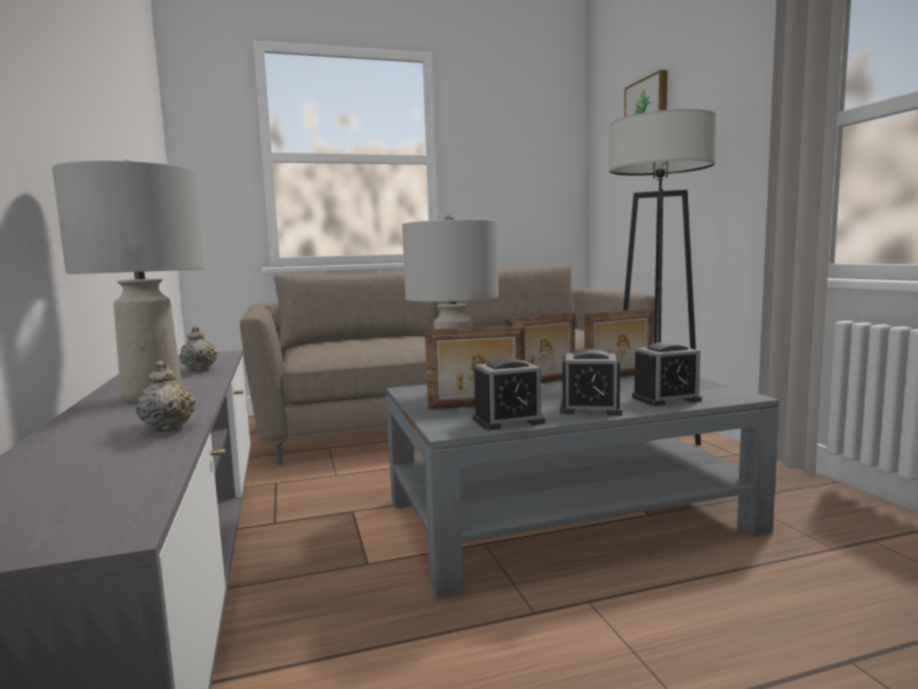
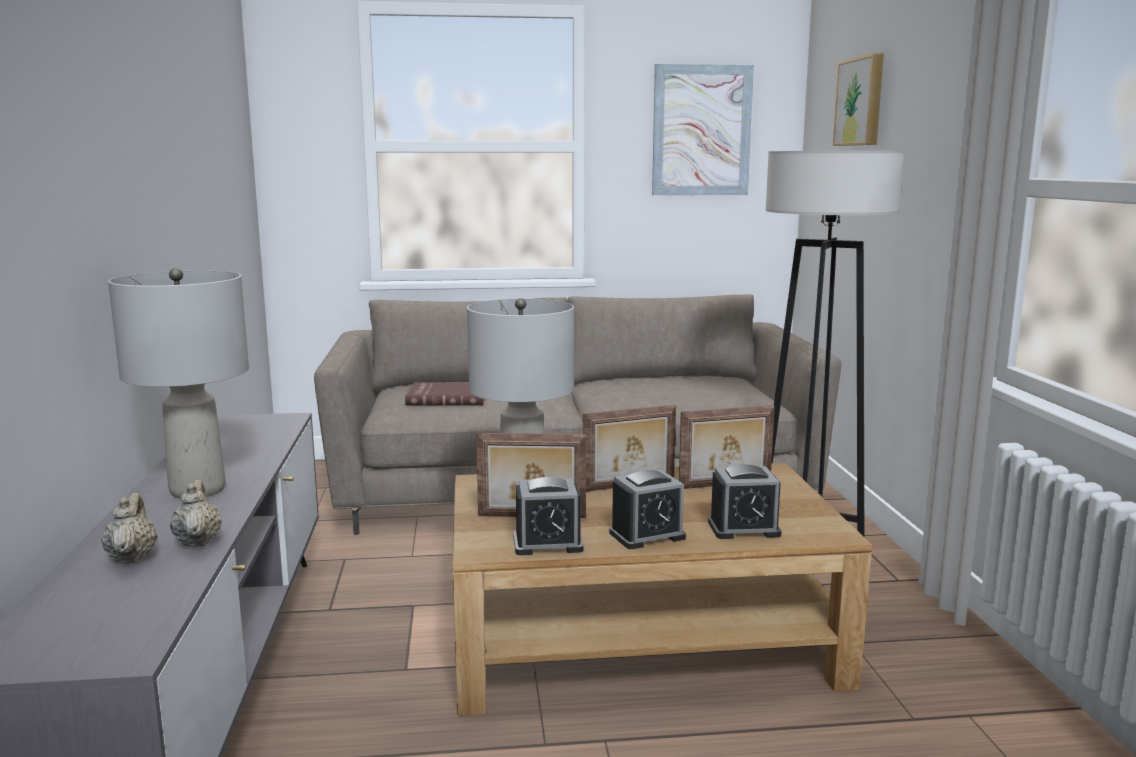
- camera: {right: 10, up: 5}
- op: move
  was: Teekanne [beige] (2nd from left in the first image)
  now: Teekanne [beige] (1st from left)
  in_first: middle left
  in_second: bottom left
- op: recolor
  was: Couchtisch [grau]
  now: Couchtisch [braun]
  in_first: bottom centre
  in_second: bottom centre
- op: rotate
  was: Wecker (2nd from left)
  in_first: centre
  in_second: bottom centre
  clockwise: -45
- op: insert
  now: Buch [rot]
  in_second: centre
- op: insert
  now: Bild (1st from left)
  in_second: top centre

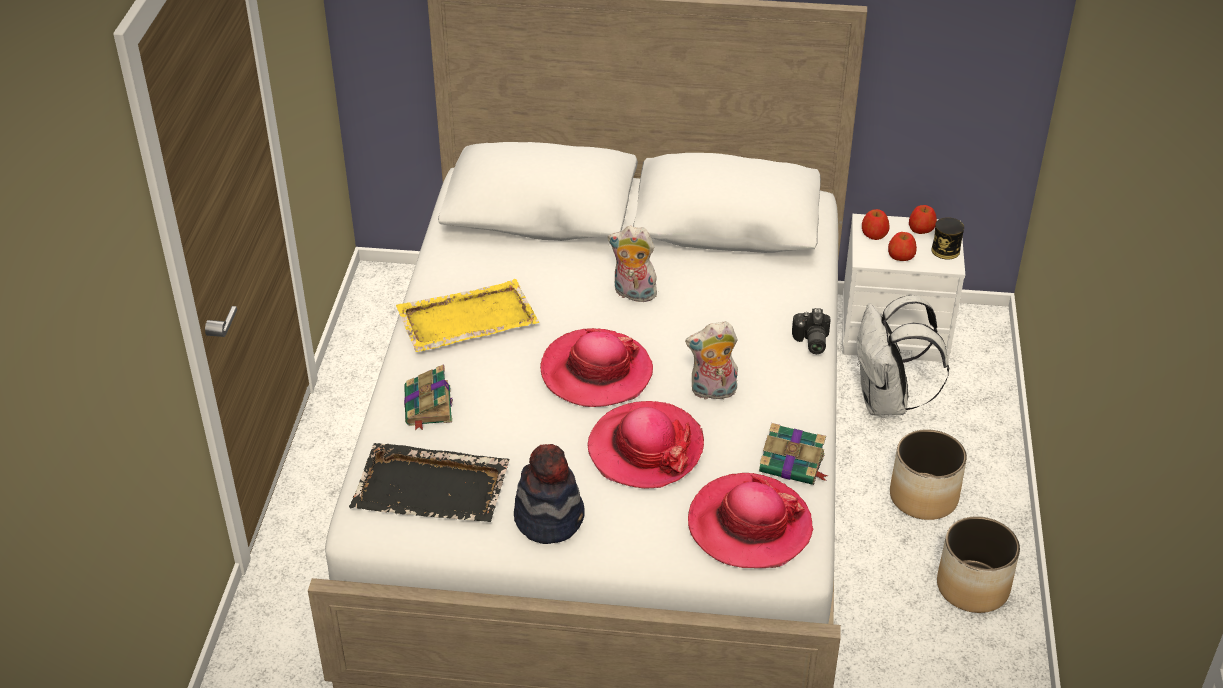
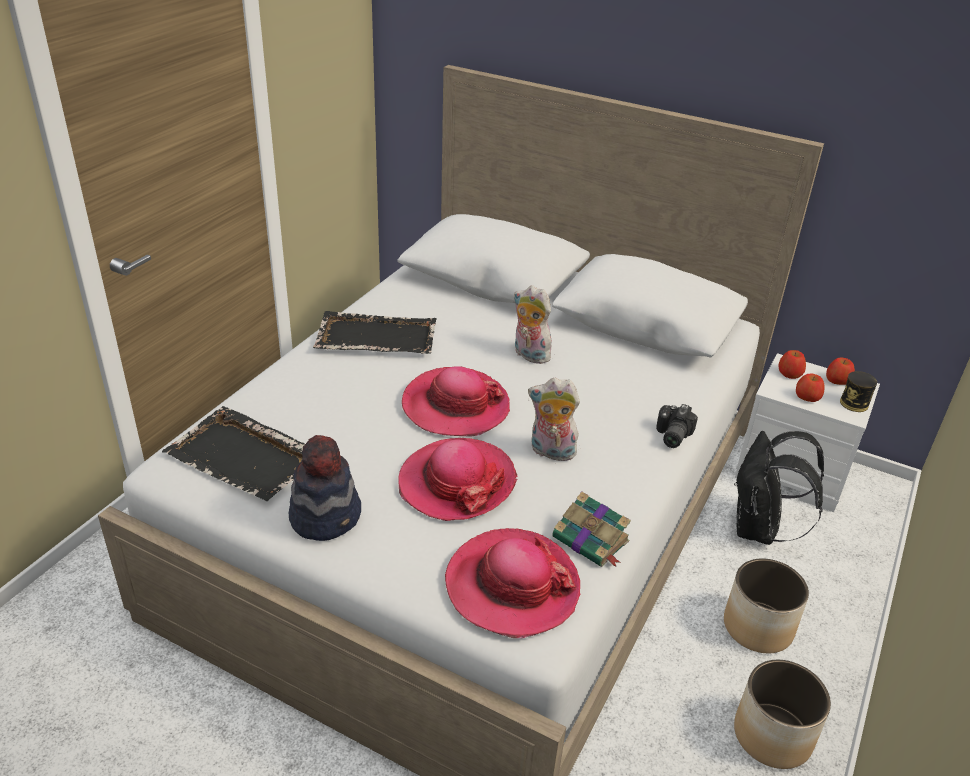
- camera: {right: 20, up: -5}
- op: recolor
  was: Tablett [gelb]
  now: Tablett [schwarz] (2nd from left)
  in_first: centre
  in_second: centre
- op: delete
  was: Buch (1st from left)
  in_first: centre
- op: recolor
  was: Rucksack [weiß]
  now: Rucksack [schwarz]
  in_first: middle right
  in_second: middle right

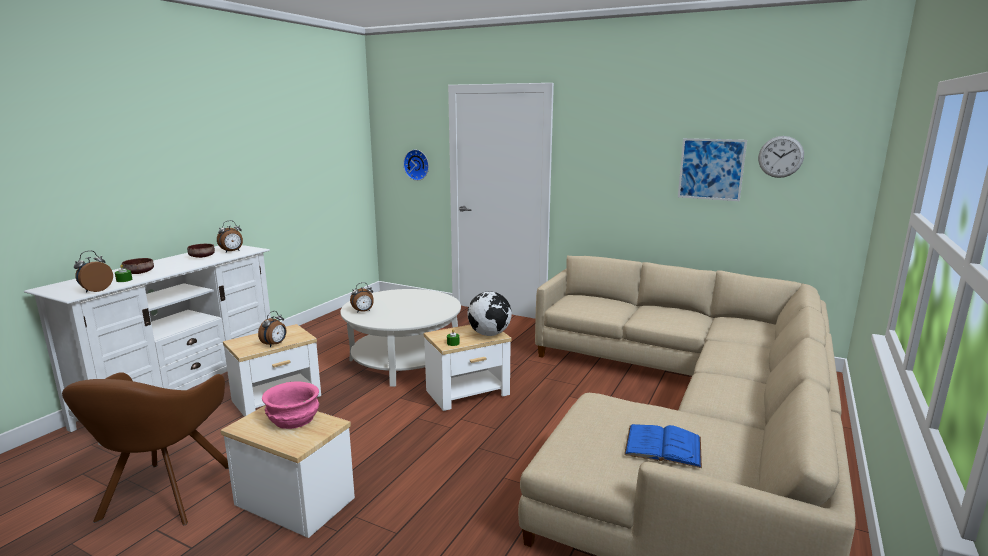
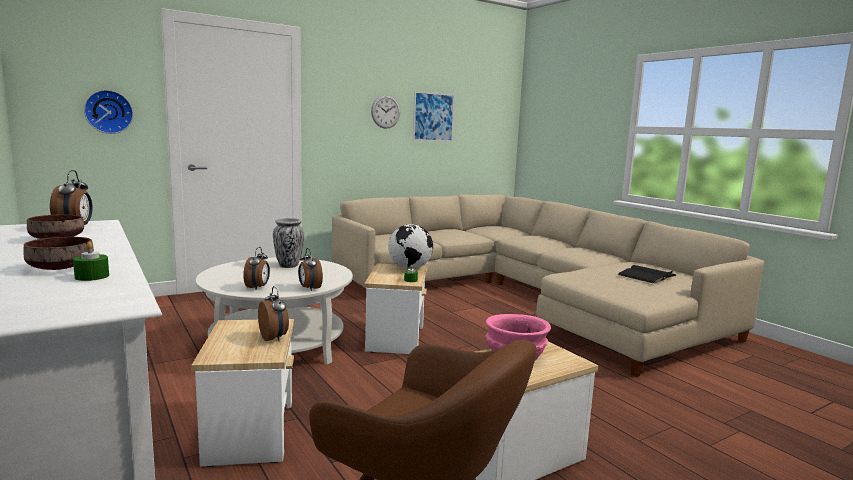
- camera: {right: -60, up: -5}
- op: move
  was: Wecker (1st from left in the first image)
  now: Wecker (4th from left)
  in_first: middle left
  in_second: centre
- op: recolor
  was: Buch [blau]
  now: Buch [schwarz]
  in_first: bottom right
  in_second: middle right
- op: move
  was: Wanduhr (2nd from left)
  in_first: top right
  in_second: top centre
- op: insert
  now: Vase
  in_second: centre

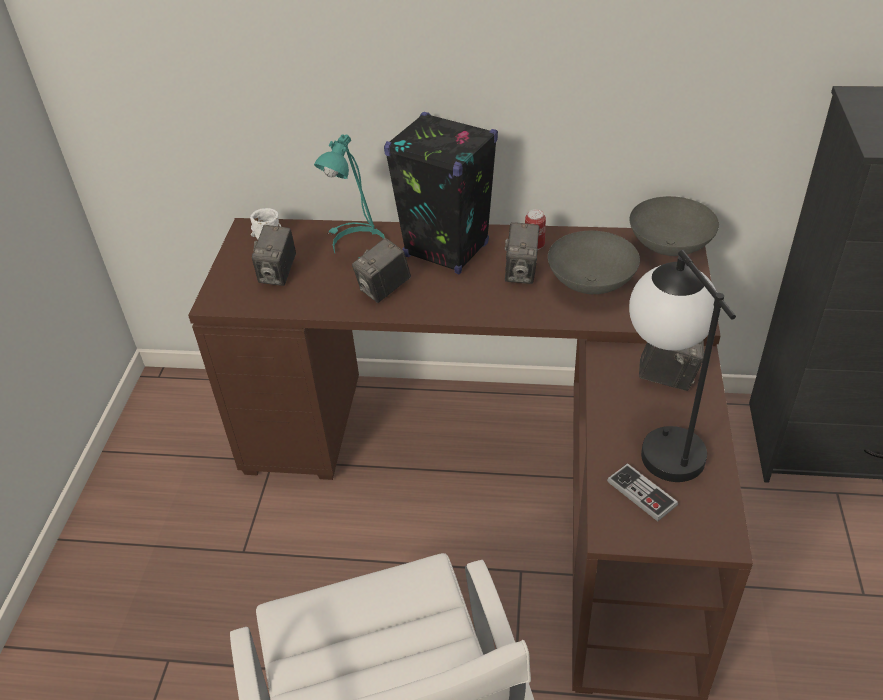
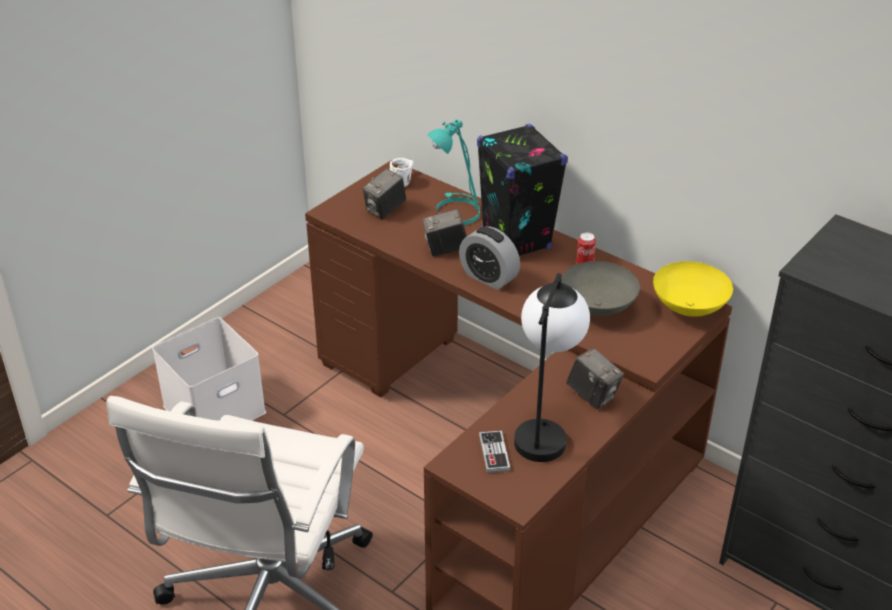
- camera: {right: 30, up: -5}
- op: delete
  was: Kamera (3rd from left)
  in_first: centre
- op: recolor
  was: Schüssel [grau] (2nd from left)
  now: Schüssel [gelb]
  in_first: top right
  in_second: middle right
- op: insert
  now: Aufbewahrungsbox [weiß]
  in_second: middle left
- op: insert
  now: Wecker
  in_second: centre

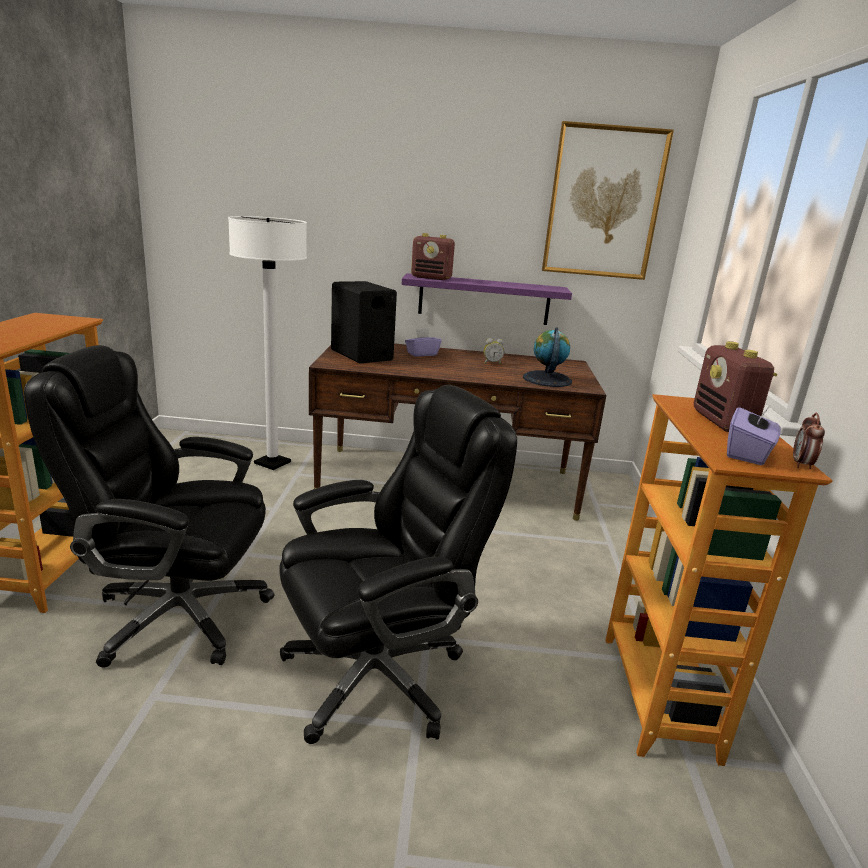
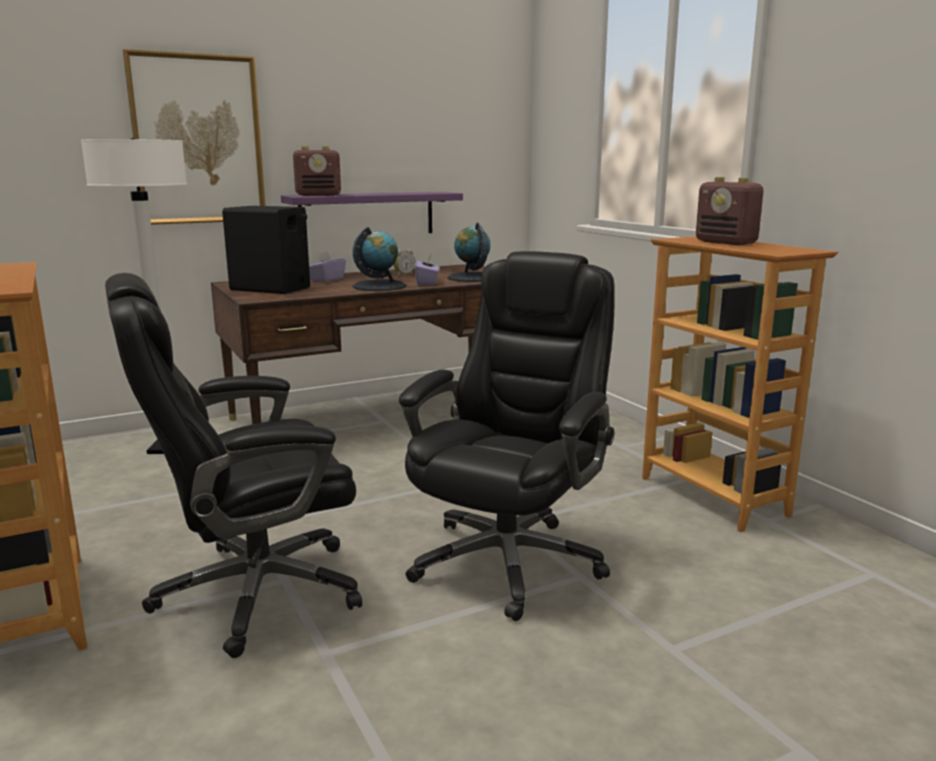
- camera: {right: -30, up: -5}
- op: move
  was: Bild
  in_first: top right
  in_second: top left
- op: move
  was: Taschentuchbox [lila] (2nd from left)
  in_first: middle right
  in_second: centre
- op: delete
  was: Wecker (2nd from left)
  in_first: middle right
- op: insert
  now: Globus (1st from left)
  in_second: centre

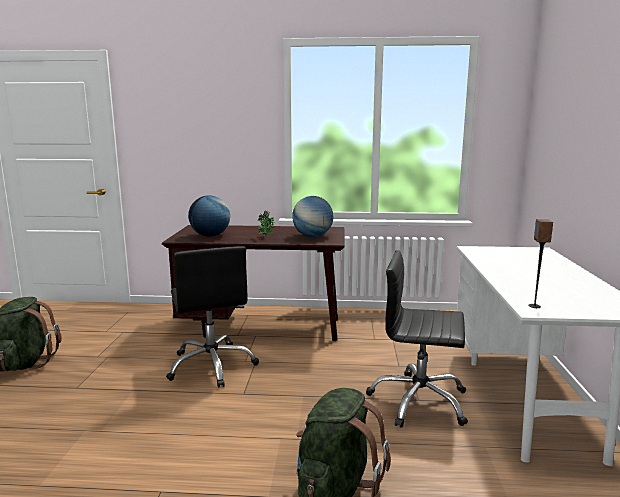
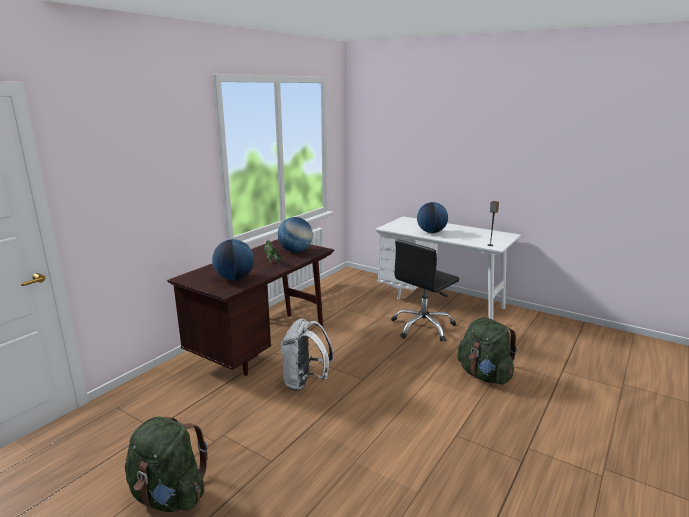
- camera: {right: -60, up: 5}
- op: replace
  was: Bürostuhl [schwarz] (1st from left)
  now: Rucksack [weiß]
  in_first: centre
  in_second: bottom centre
- op: insert
  now: Globus (3rd from left)
  in_second: centre

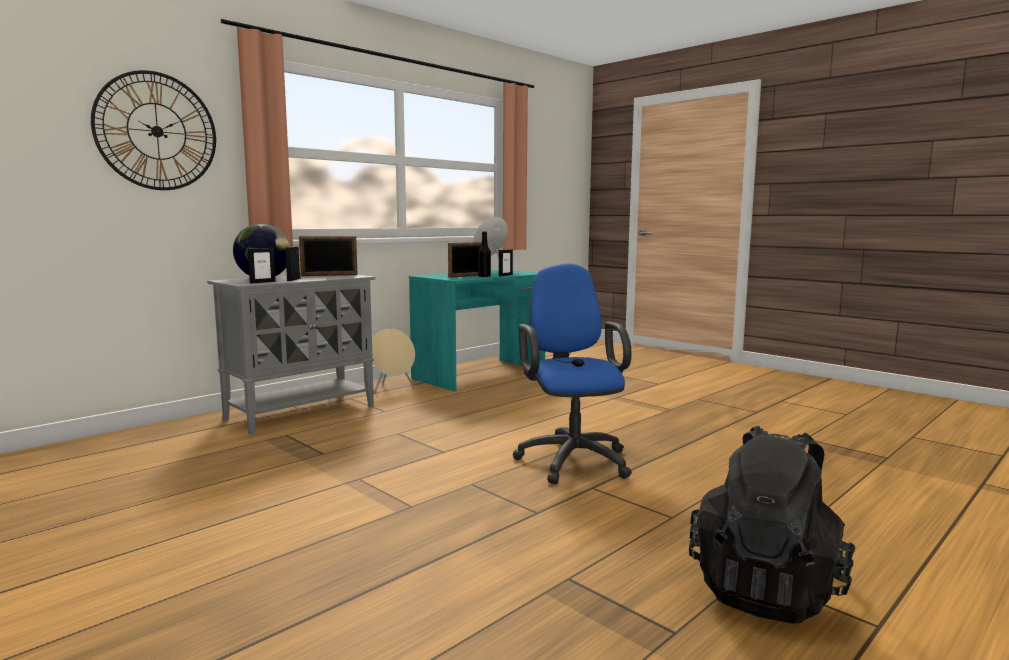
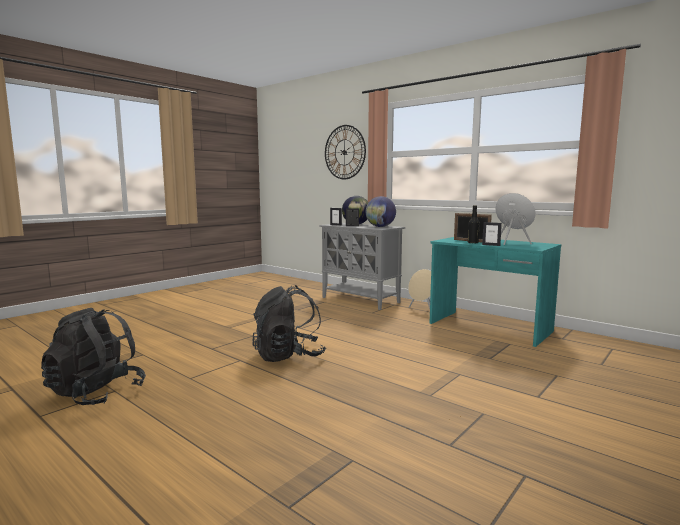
- camera: {right: 85, up: 0}
- op: replace
  was: Bilderrahmen (3rd from left)
  now: Globus (2nd from left)
  in_first: middle left
  in_second: centre
- op: replace
  was: Bürostuhl [blau]
  now: Rucksack [schwarz] (2nd from left)
  in_first: centre
  in_second: centre

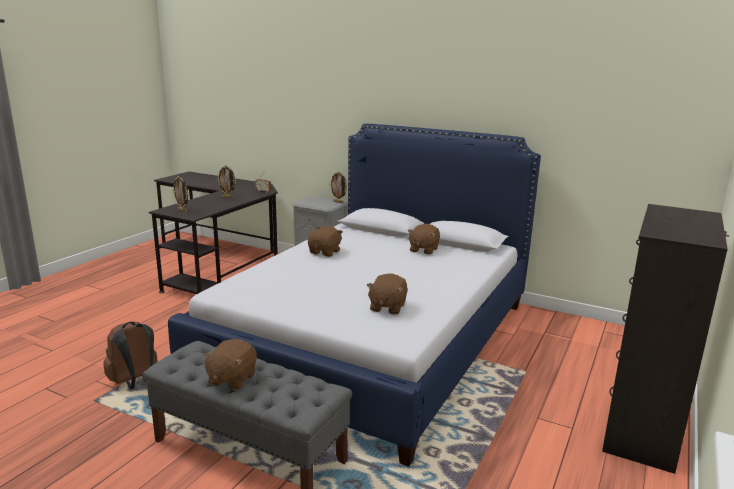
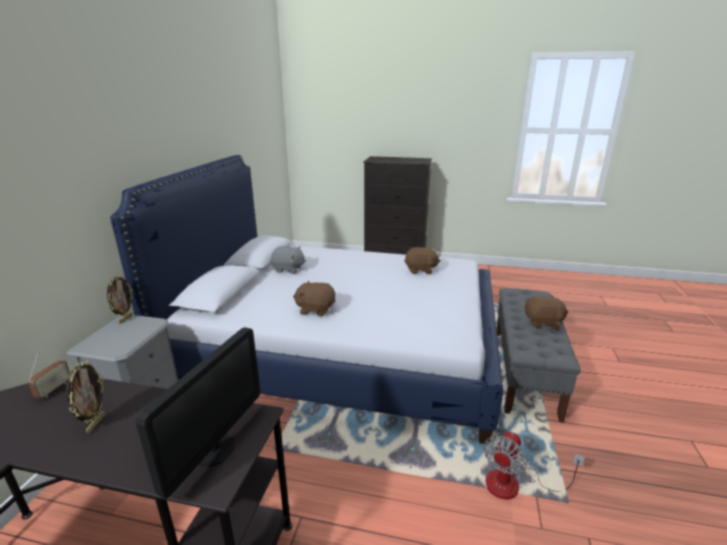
- camera: {right: -105, up: 5}
- op: replace
  was: Rucksack [braun]
  now: Ventilator
  in_first: bottom left
  in_second: bottom right
- op: replace
  was: Bilderrahmen (1st from left)
  now: Monitor
  in_first: middle left
  in_second: bottom left
- op: recolor
  was: Plüschtier [braun] (4th from left)
  now: Plüschtier [grau]
  in_first: centre
  in_second: centre

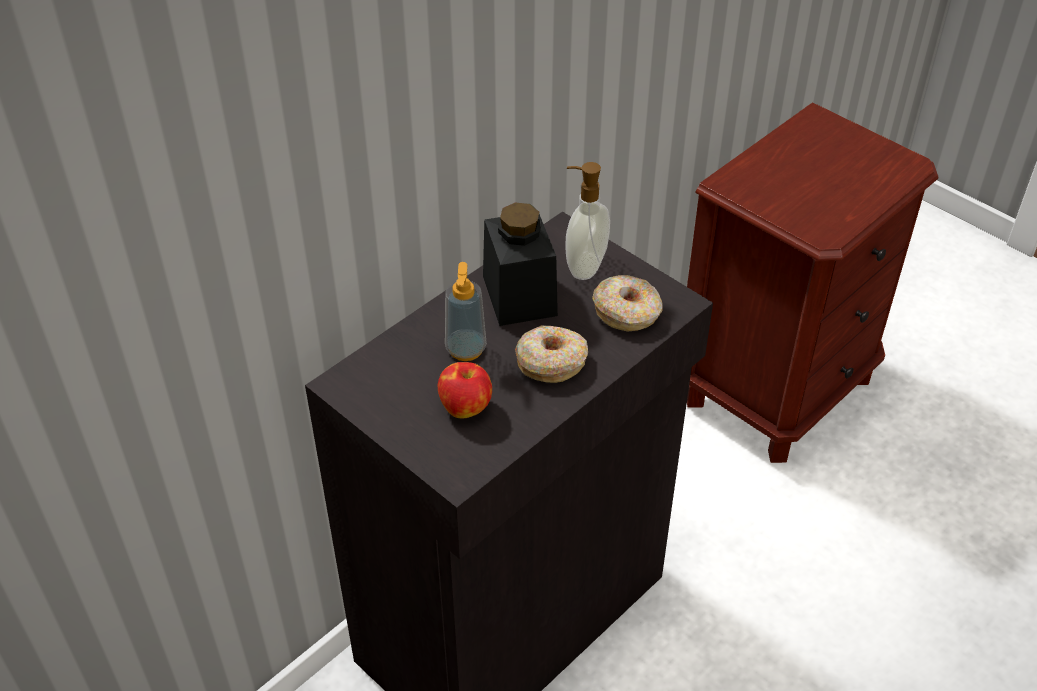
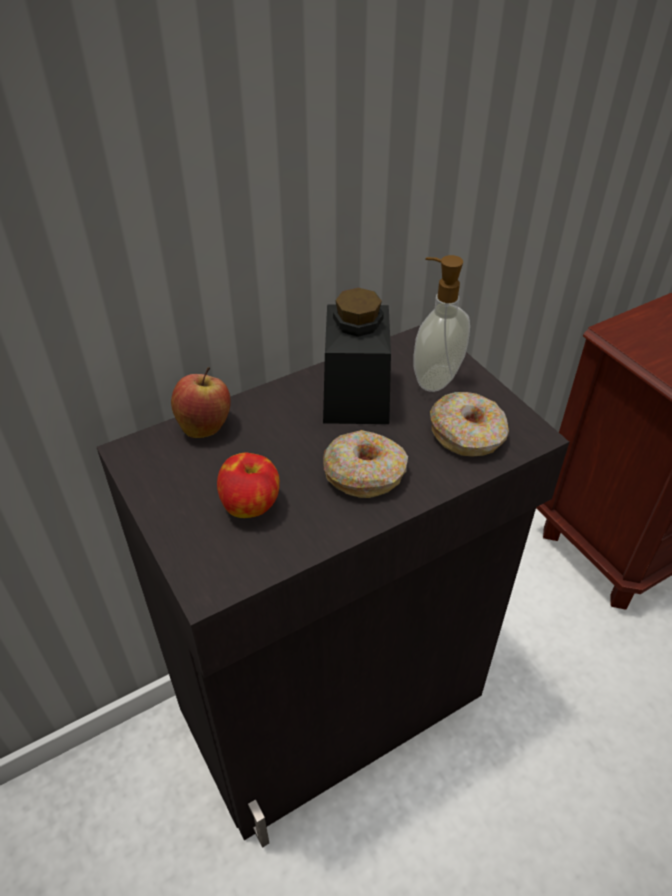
- camera: {right: 15, up: 0}
- op: delete
  was: Seifenspender (1st from left)
  in_first: centre
- op: insert
  now: Apfel (1st from left)
  in_second: middle left

